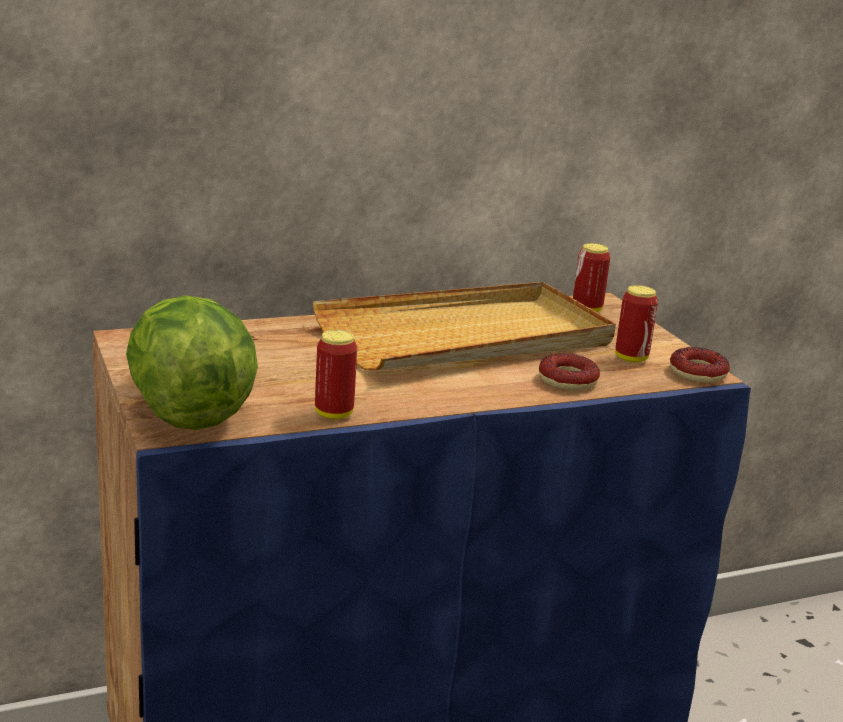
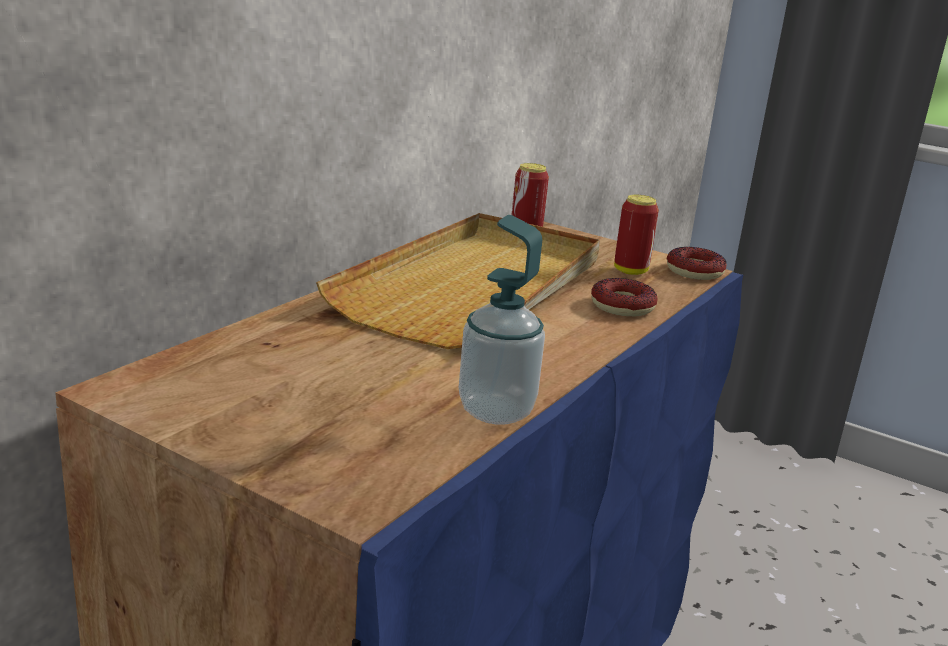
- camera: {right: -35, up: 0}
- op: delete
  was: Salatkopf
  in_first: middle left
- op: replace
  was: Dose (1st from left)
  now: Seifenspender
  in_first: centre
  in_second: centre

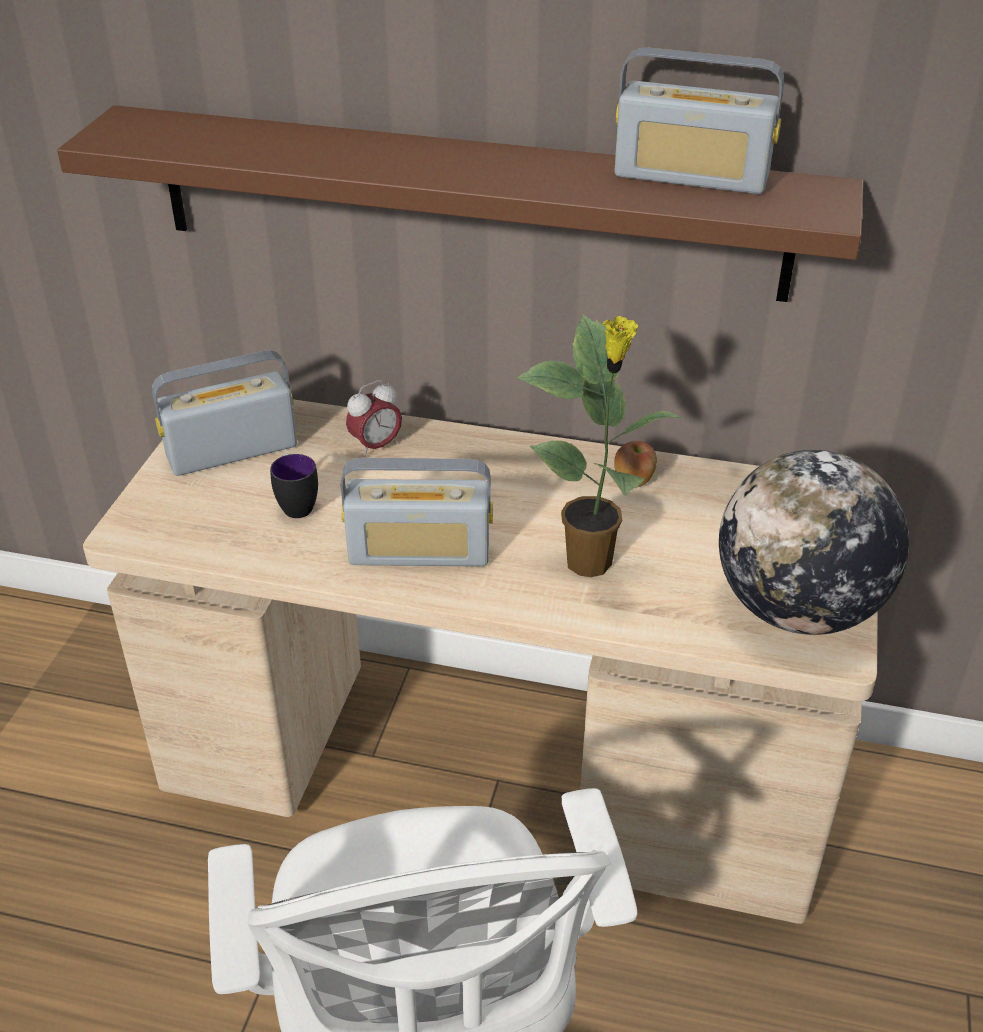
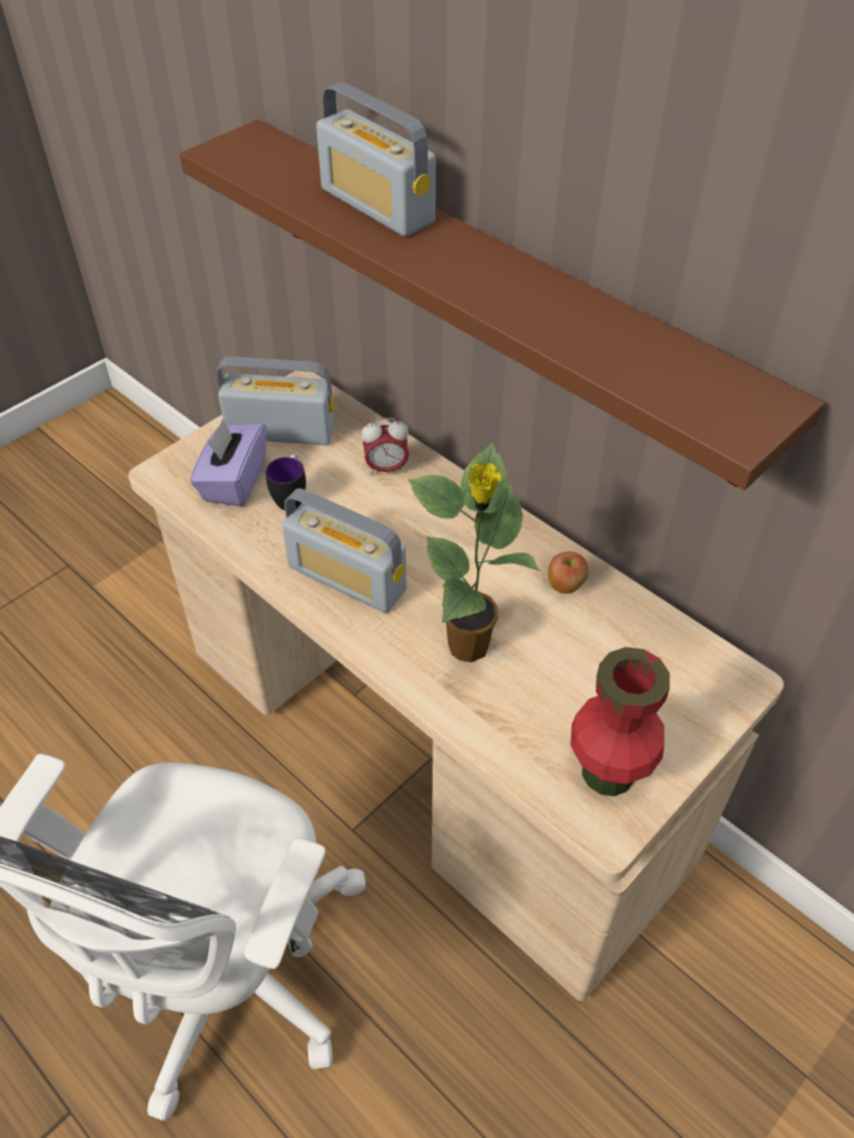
- camera: {right: 30, up: 10}
- op: move
  was: Radio (3rd from left)
  in_first: top right
  in_second: top centre
- op: replace
  was: Globus
  now: Vase [rot]
  in_first: middle right
  in_second: middle right
- op: insert
  now: Taschentuchbox [lila]
  in_second: middle left

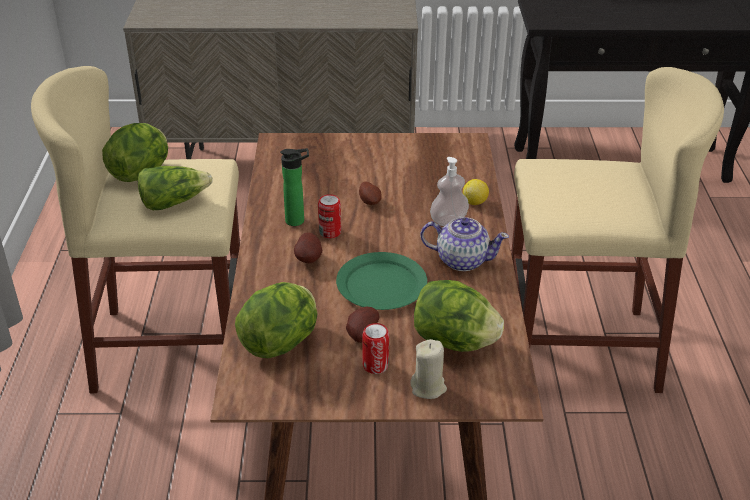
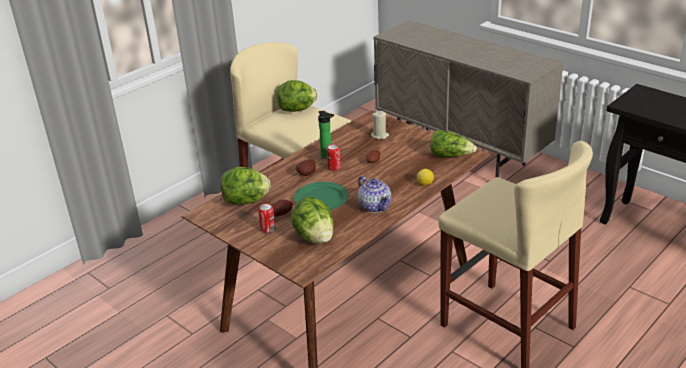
- camera: {right: 45, up: -5}
- op: move
  was: Salatkopf (2nd from left in the first image)
  now: Salatkopf (4th from left)
  in_first: middle left
  in_second: centre
- op: move
  was: Kerze [beige]
  in_first: bottom centre
  in_second: centre
- op: delete
  was: Seifenspender
  in_first: centre

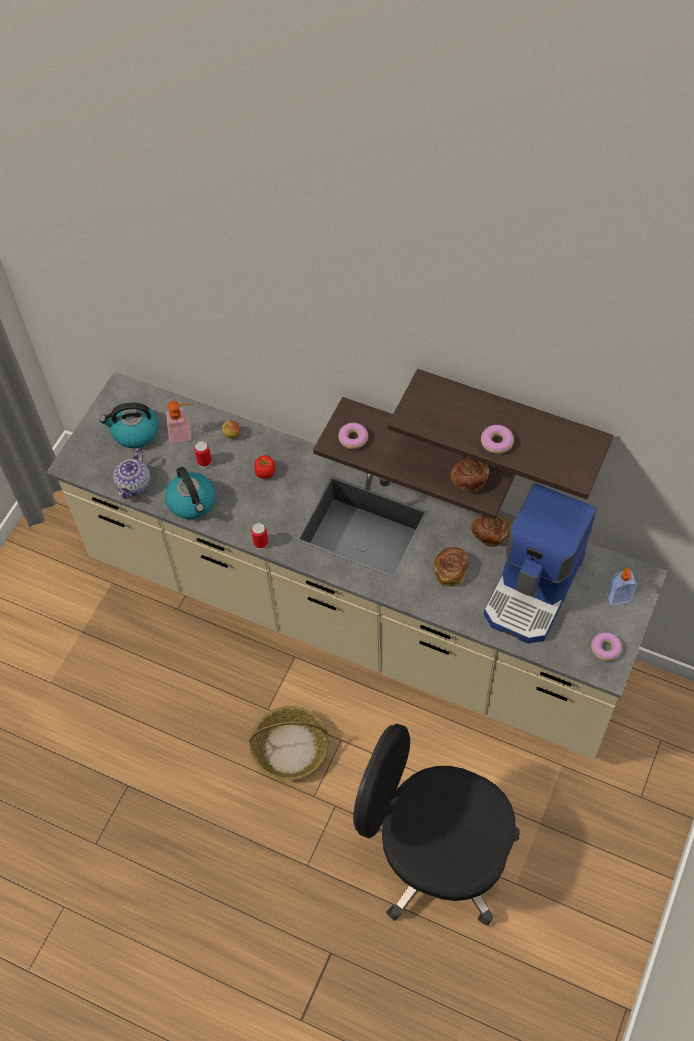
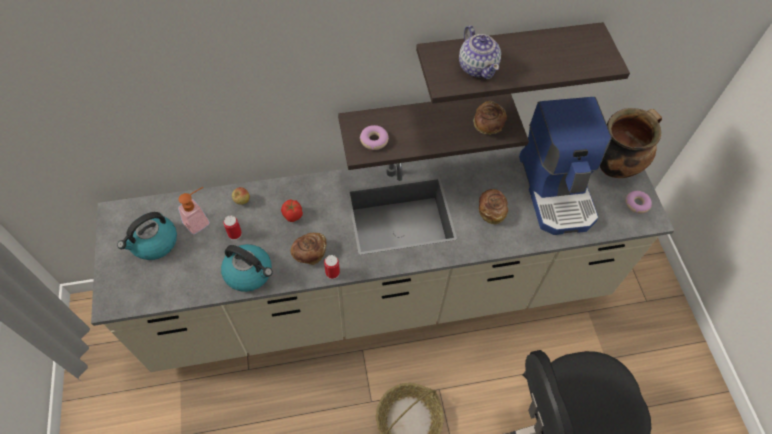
- camera: {right: -40, up: 0}
- op: move
  was: Teekanne
  in_first: middle left
  in_second: top centre
- op: move
  was: Brot (3rd from left in the first image)
  now: Brot (1st from left)
  in_first: middle right
  in_second: centre
- op: delete
  was: Donut (2nd from left)
  in_first: middle right
- op: replace
  was: Seifenspender (2nd from left)
  now: Kochtopf
  in_first: middle right
  in_second: top right

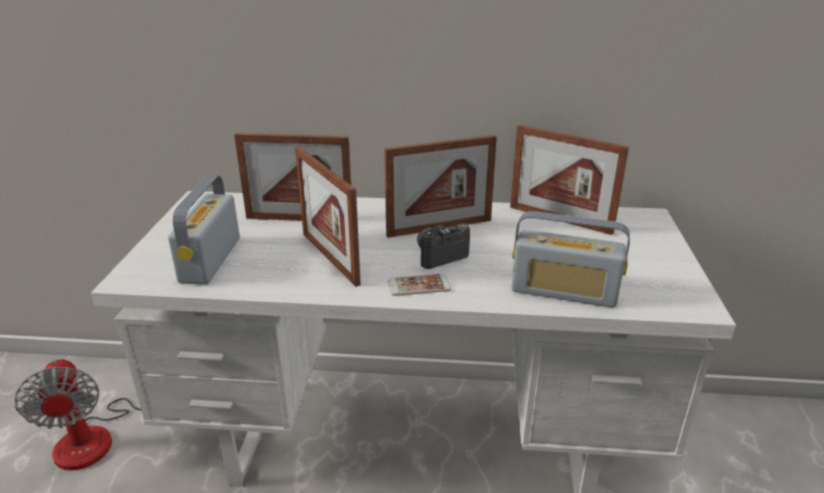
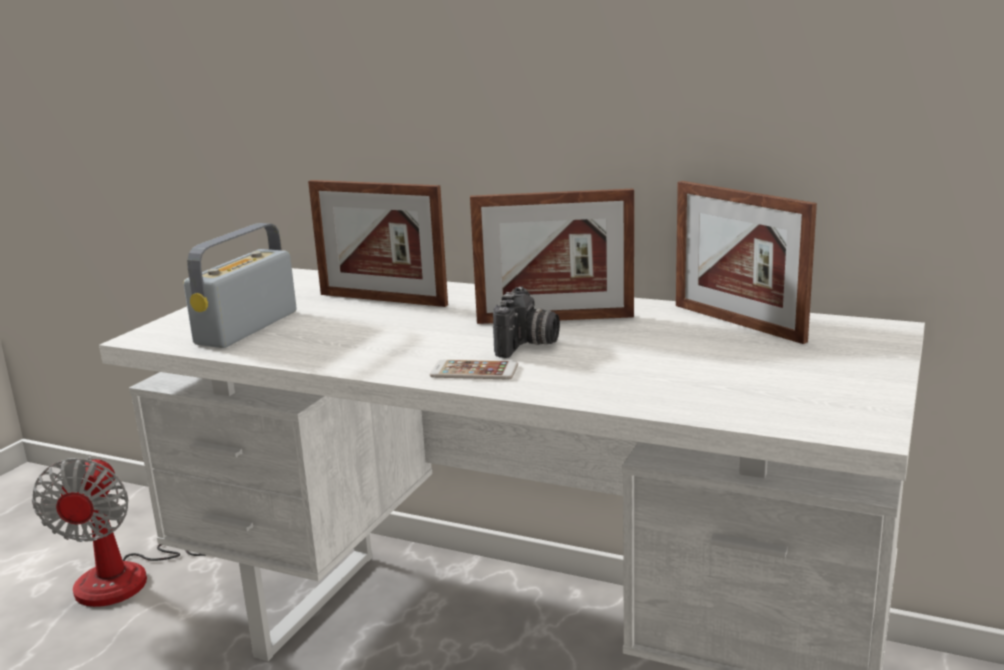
- camera: {right: 20, up: -10}
- op: delete
  was: Bilderrahmen (2nd from left)
  in_first: centre
- op: rotate
  was: Kamera
  in_first: centre
  in_second: centre
  clockwise: 120
- op: delete
  was: Radio (2nd from left)
  in_first: middle right

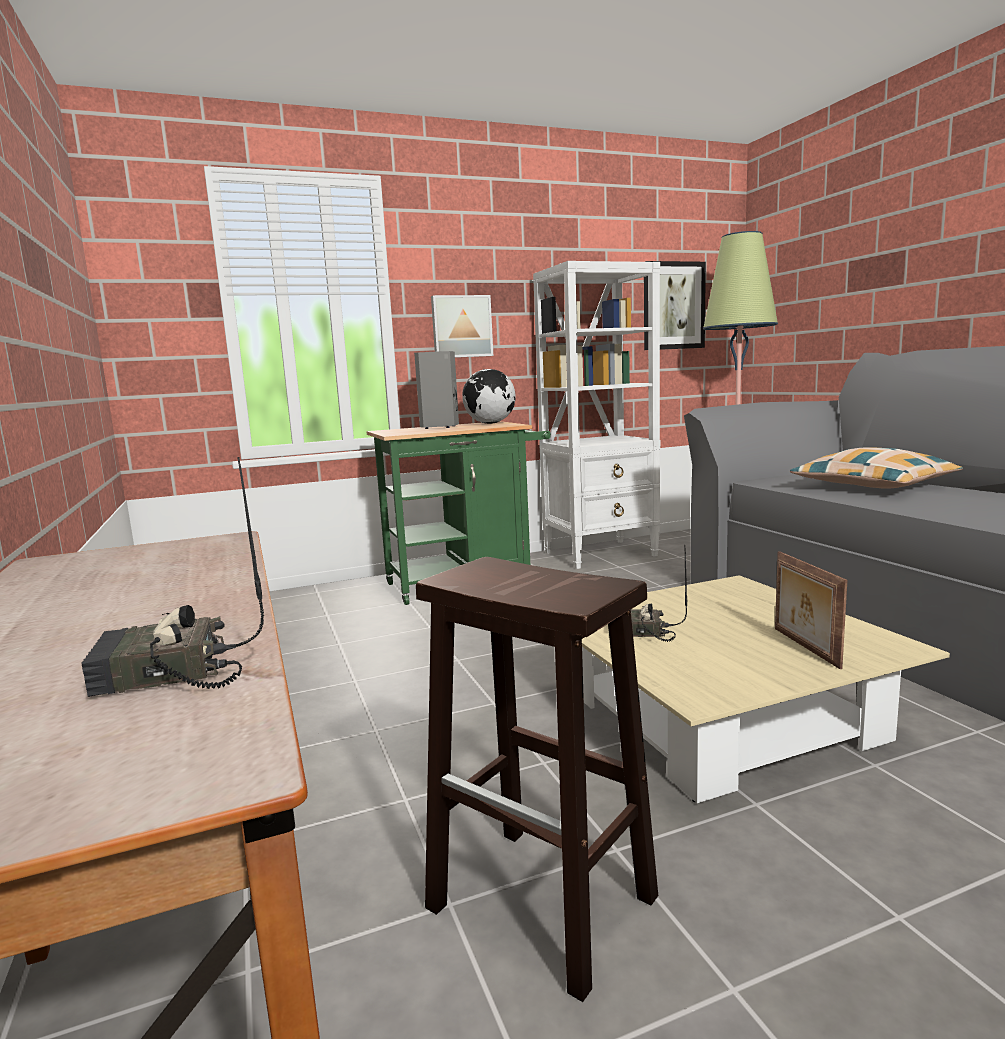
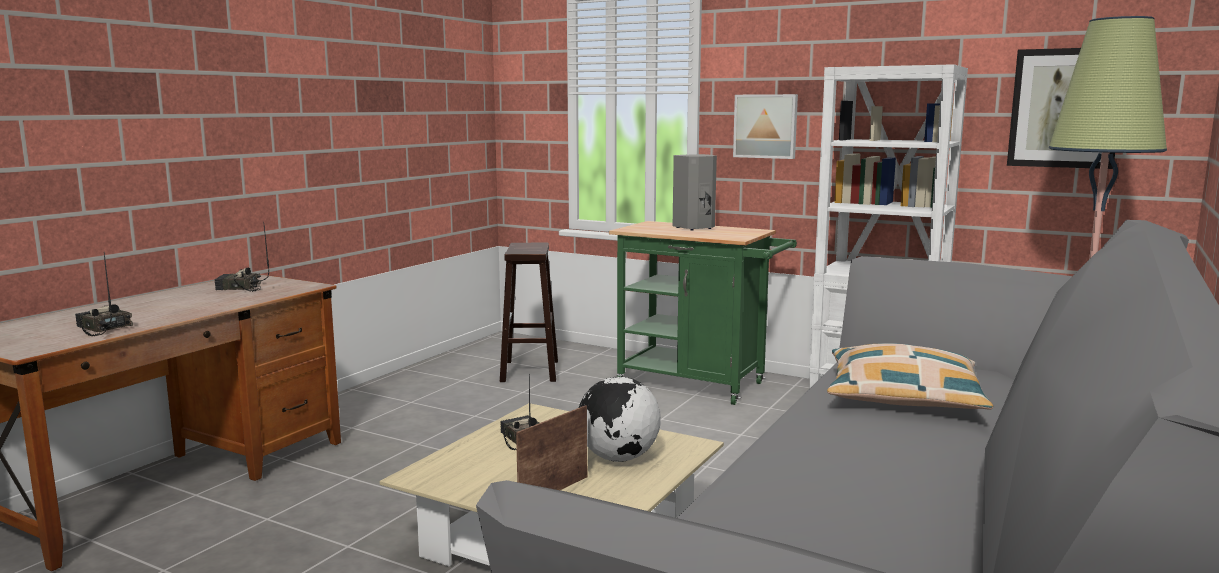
- camera: {right: 50, up: 0}
- op: move
  was: Hocker [braun]
  in_first: bottom centre
  in_second: centre
- op: move
  was: Globus
  in_first: centre
  in_second: bottom centre
- op: insert
  now: Radio (2nd from left)
  in_second: middle left

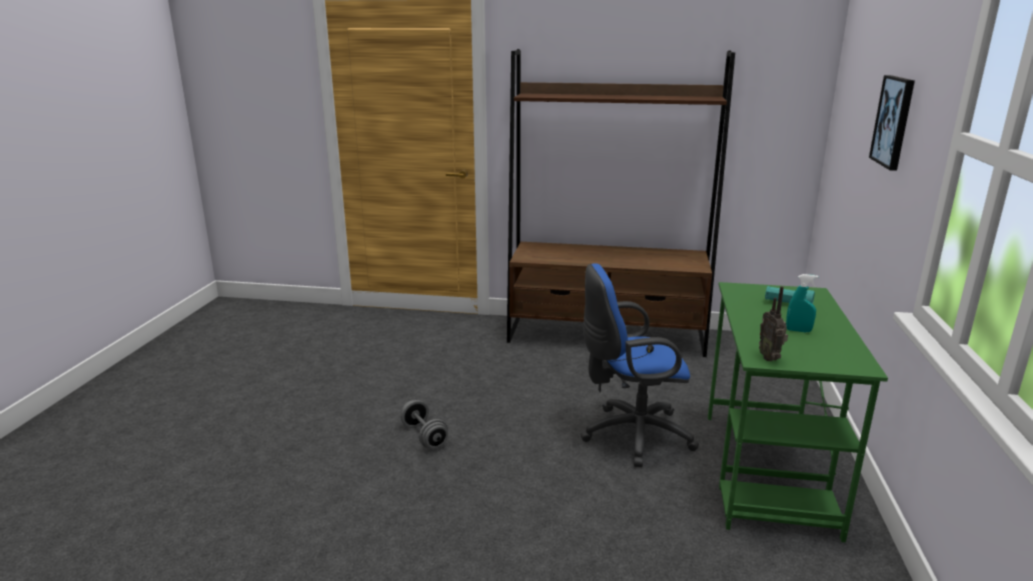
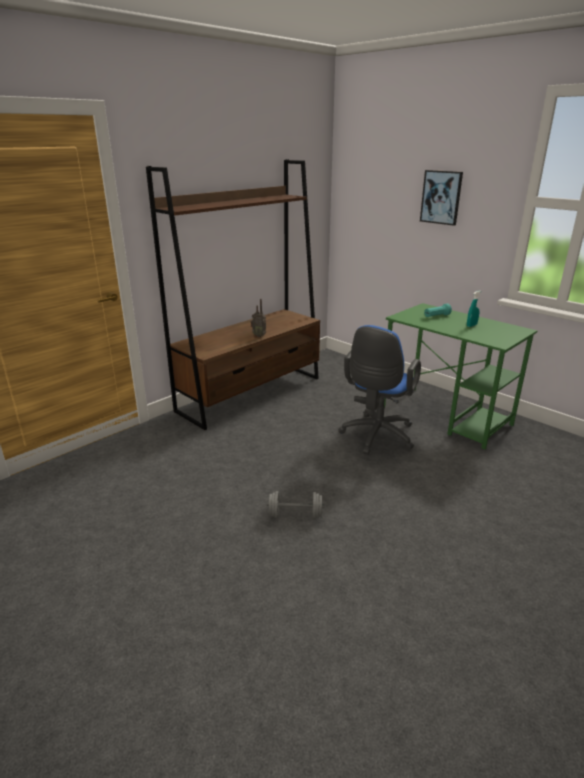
- camera: {right: -55, up: 5}
- op: move
  was: Radio
  in_first: middle right
  in_second: centre

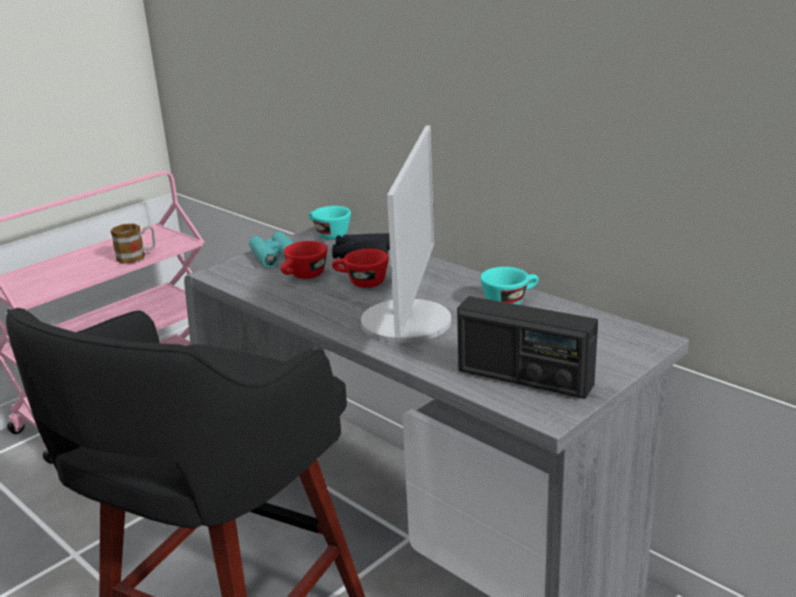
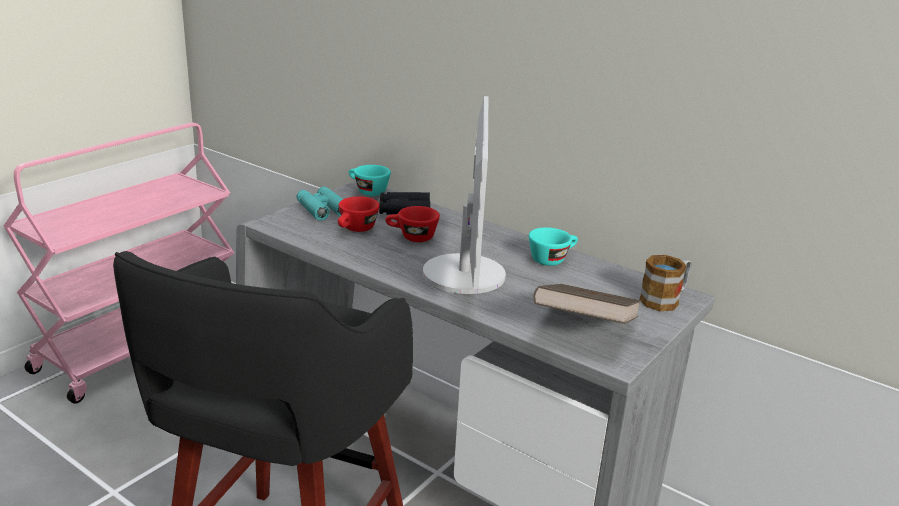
- camera: {right: -10, up: 0}
- op: move
  was: Henkelbecher
  in_first: middle left
  in_second: middle right
- op: replace
  was: Radio
  now: Buch [braun]
  in_first: centre
  in_second: centre

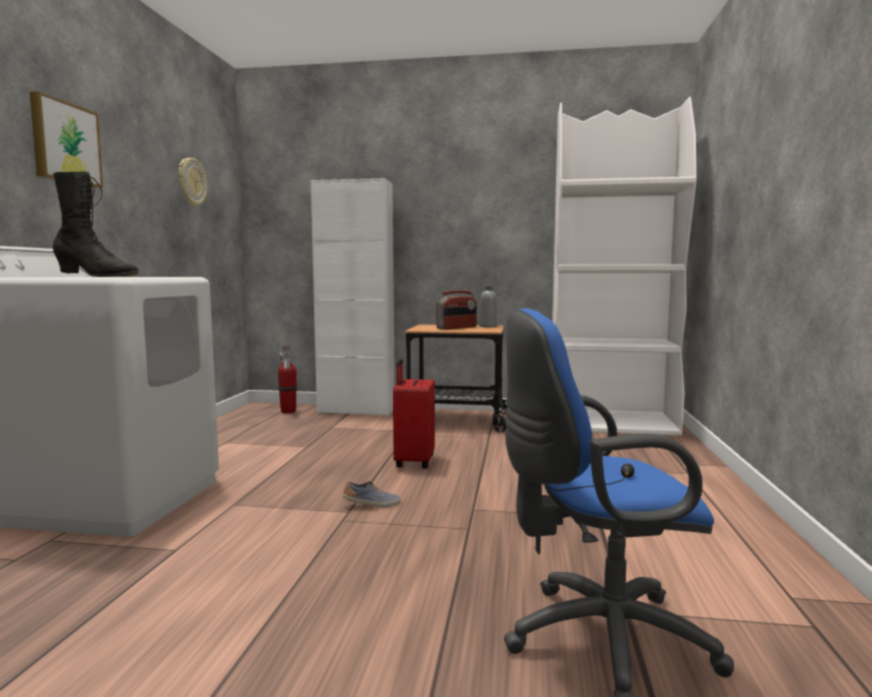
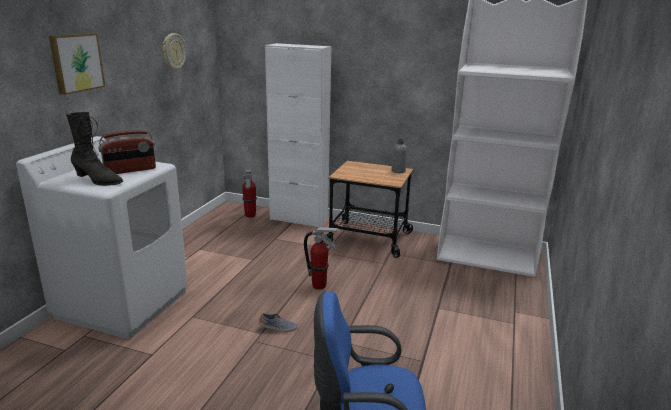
- camera: {right: 10, up: 15}
- op: replace
  was: Koffer [rot]
  now: Feuerlöscher (2nd from left)
  in_first: centre
  in_second: centre
- op: move
  was: Radio
  in_first: centre
  in_second: middle left

